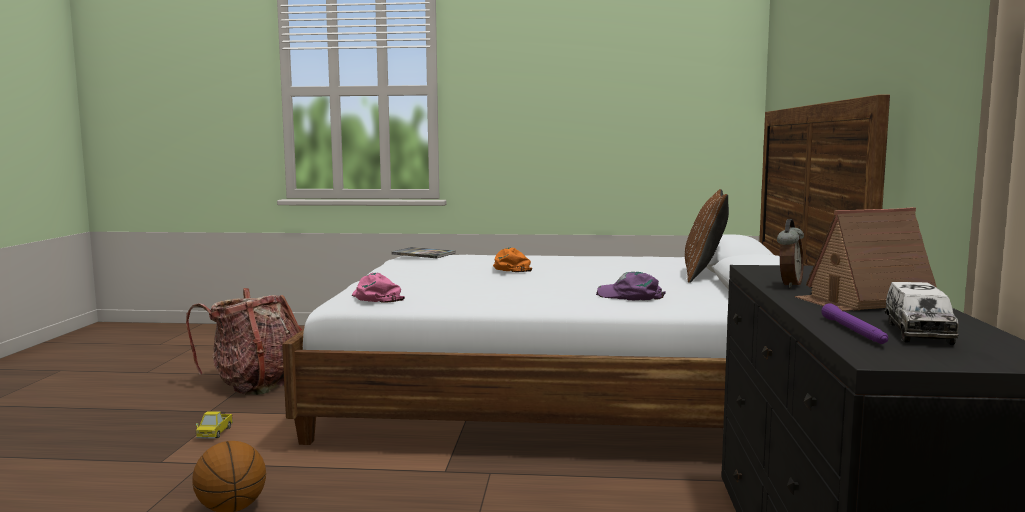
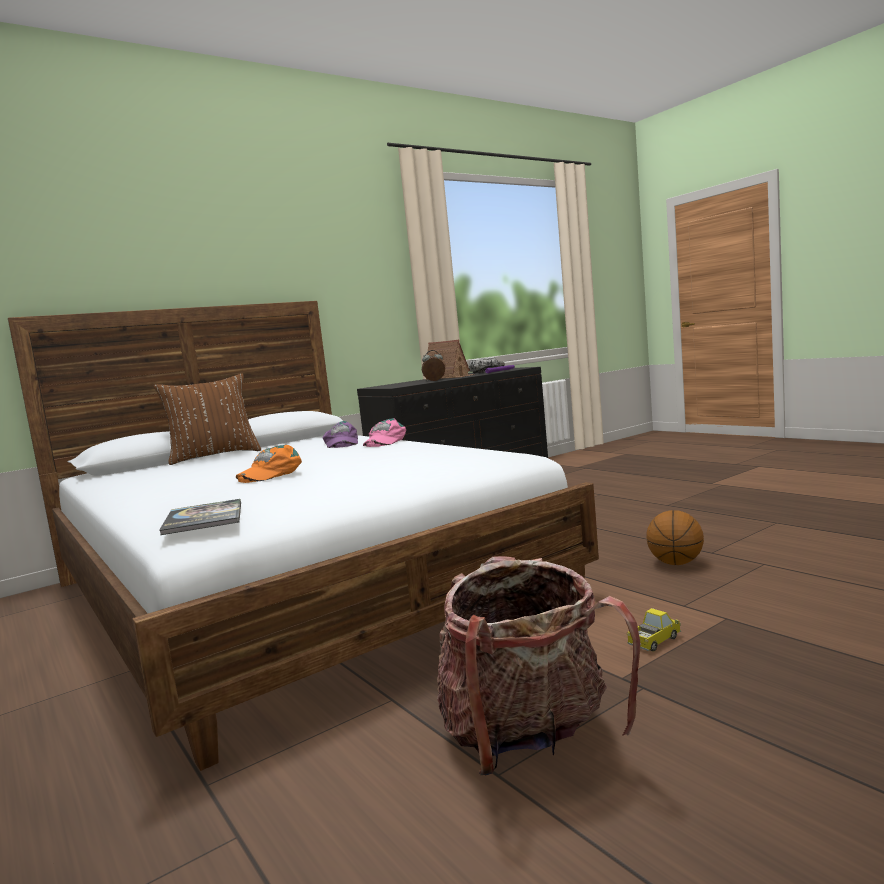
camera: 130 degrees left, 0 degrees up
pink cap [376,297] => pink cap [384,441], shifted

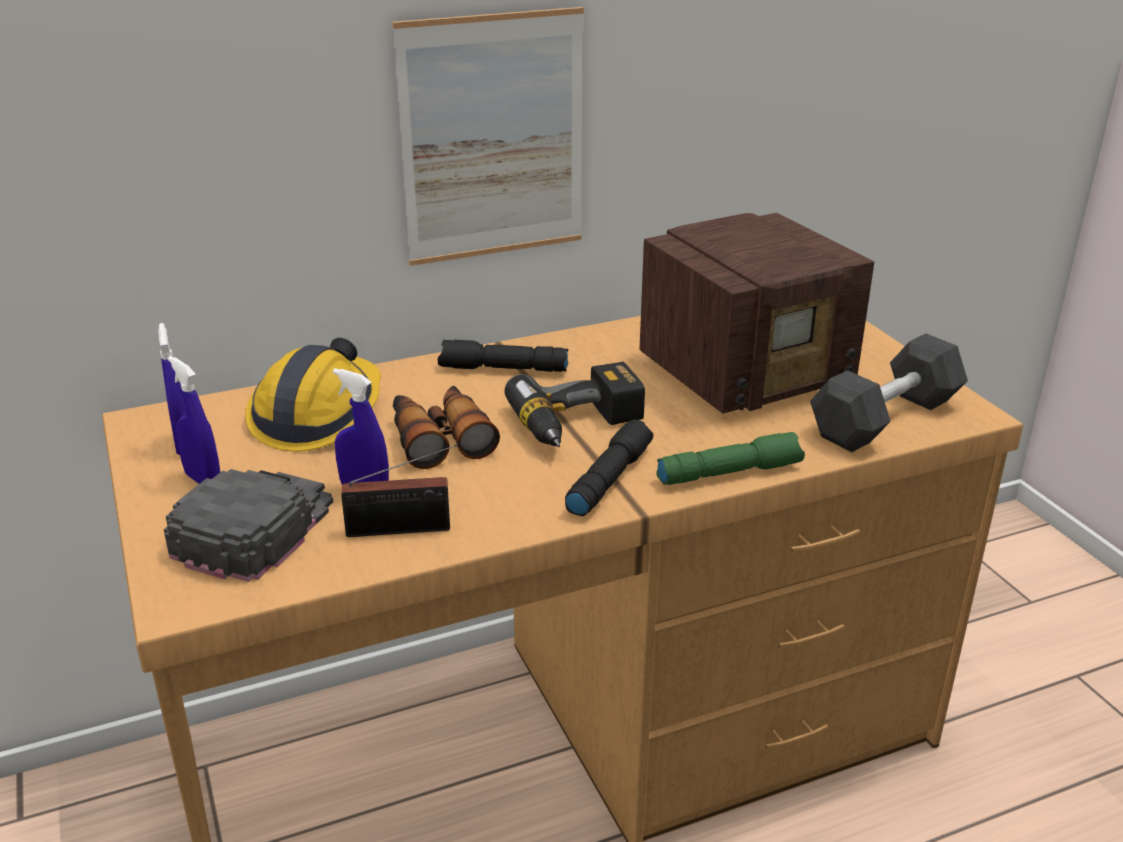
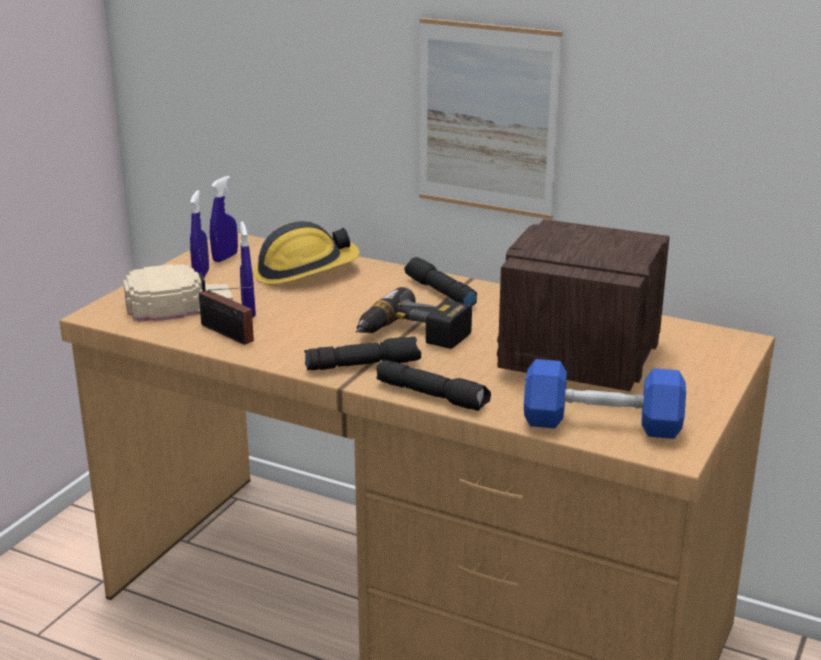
camera: 50 degrees right, 5 degrees down
radio [748,373] => radio [578,360], 90 degrees clockwise
grey dumbbell [885,418] => blue dumbbell [602,424]
binoculars [440,438] => nothing
green flashlight [729,472] => black flashlight [433,395]
black cap [254,528] => beige cap [178,303]

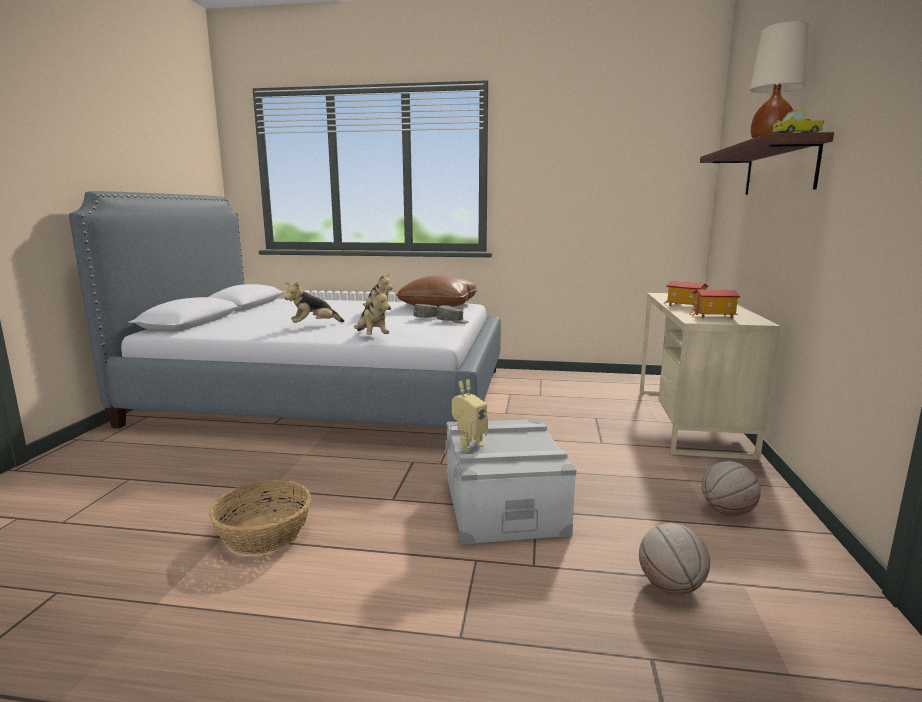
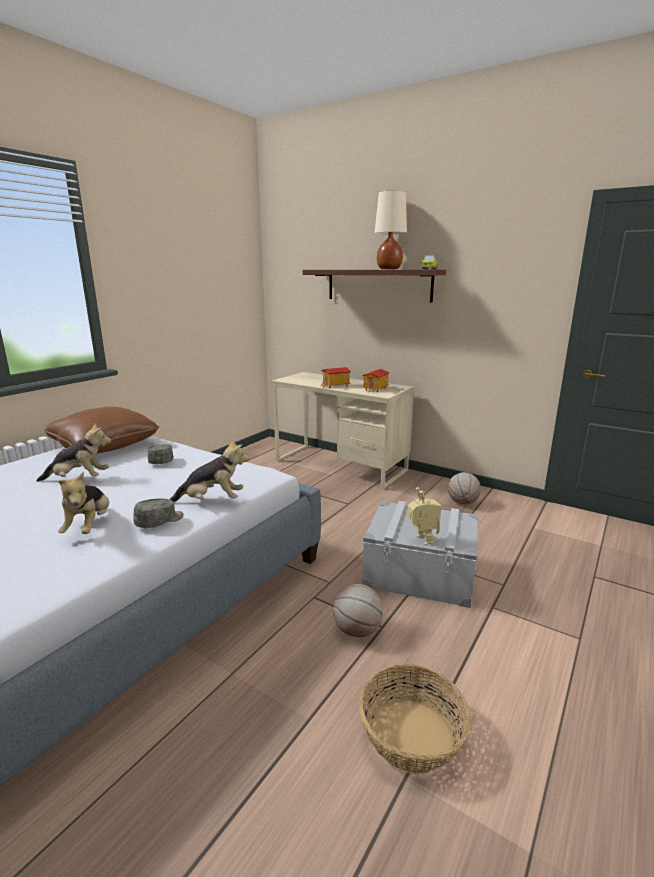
camera: 65 degrees left, 5 degrees up
grey cap [453,321] => grey cap [160,521], shifted
basketball [670,587] => basketball [357,630], shifted

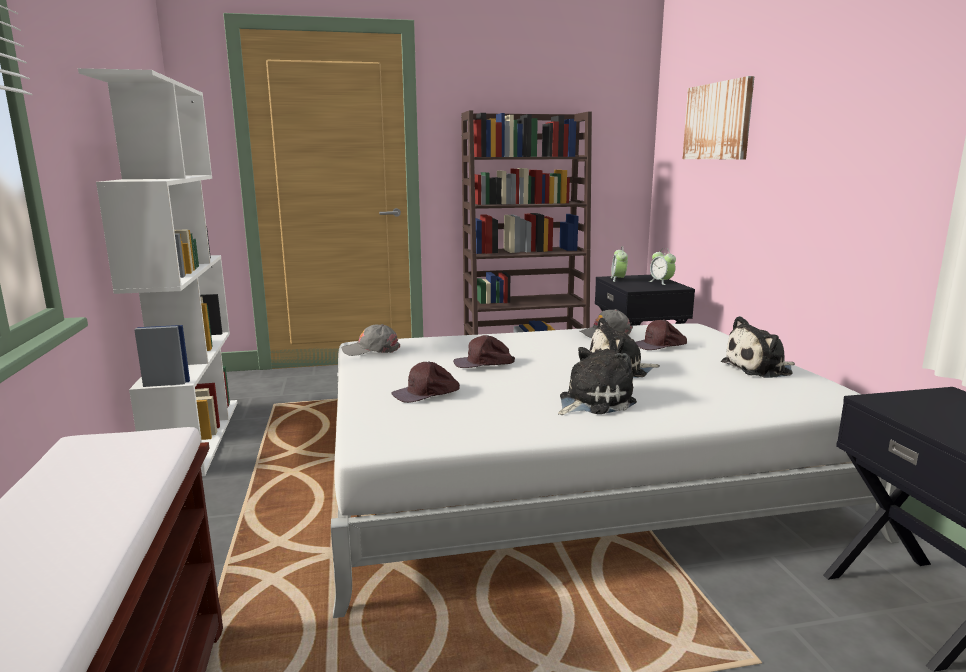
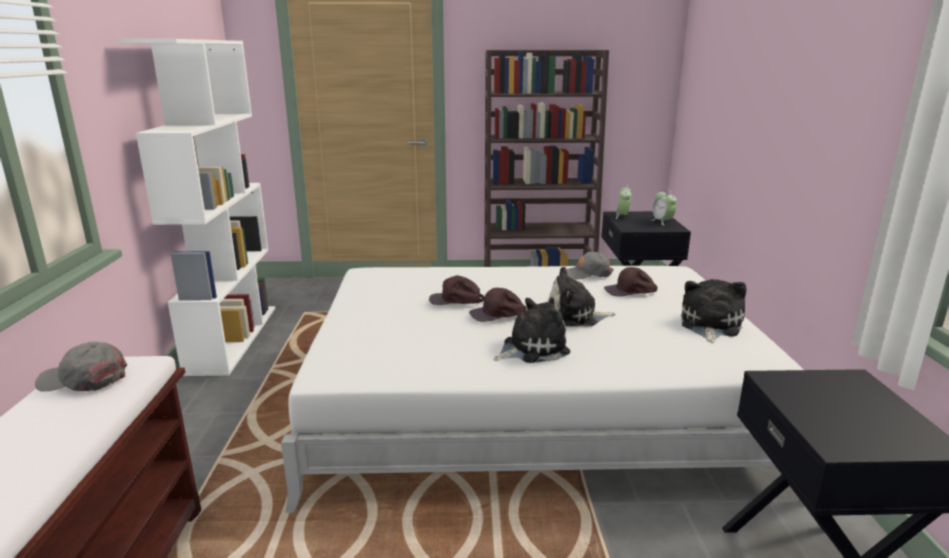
camera: 10 degrees right, 5 degrees up
picture [717,121] => nothing
plush toy [760,368] => plush toy [709,325], 120 degrees clockwise
grey cap [371,350] => grey cap [84,379], shifted
brown cap [426,393] => brown cap [498,313], shifted

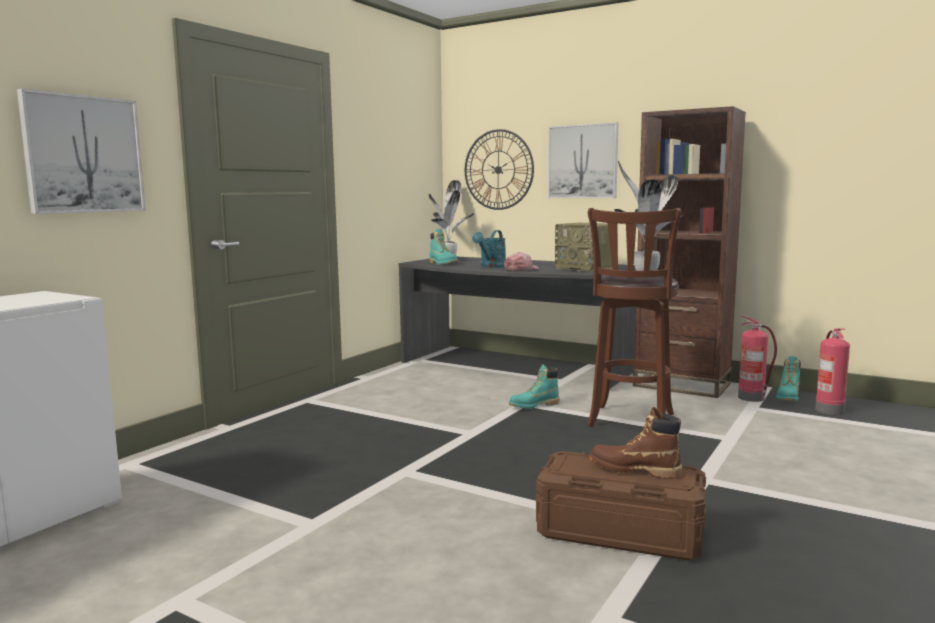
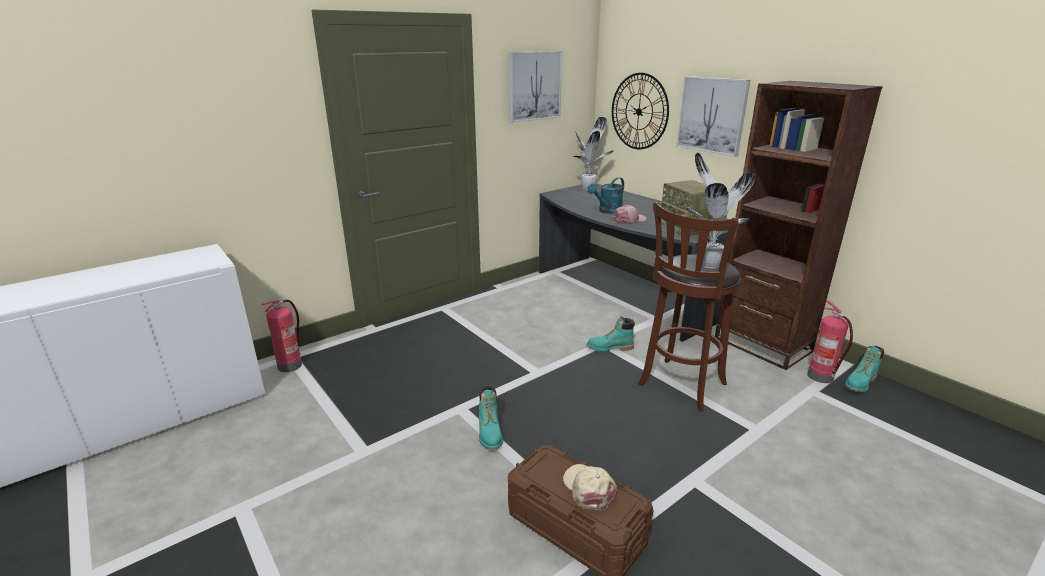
camera: 20 degrees right, 15 degrees up
picture [83,154] => picture [534,86], shifted
turquoise boot [443,264] => turquoise boot [490,433], shifted
fire extinguisher [828,410] => fire extinguisher [290,365], shifted
brown boot [634,470] => beige cap [588,489]

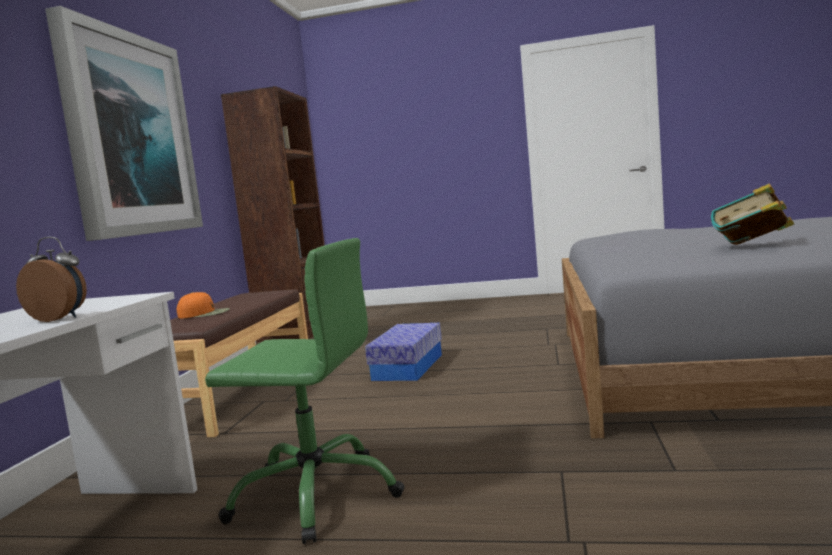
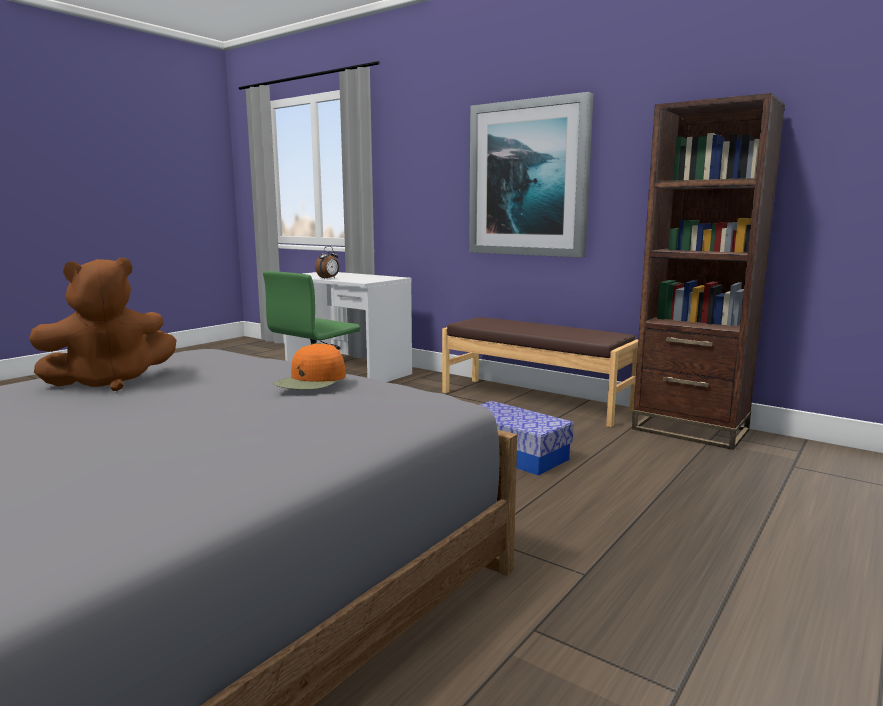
camera: 115 degrees right, 5 degrees up
book [753,247] => brown plush toy [110,382]
orange cap [204,314] => orange cap [311,381], shifted

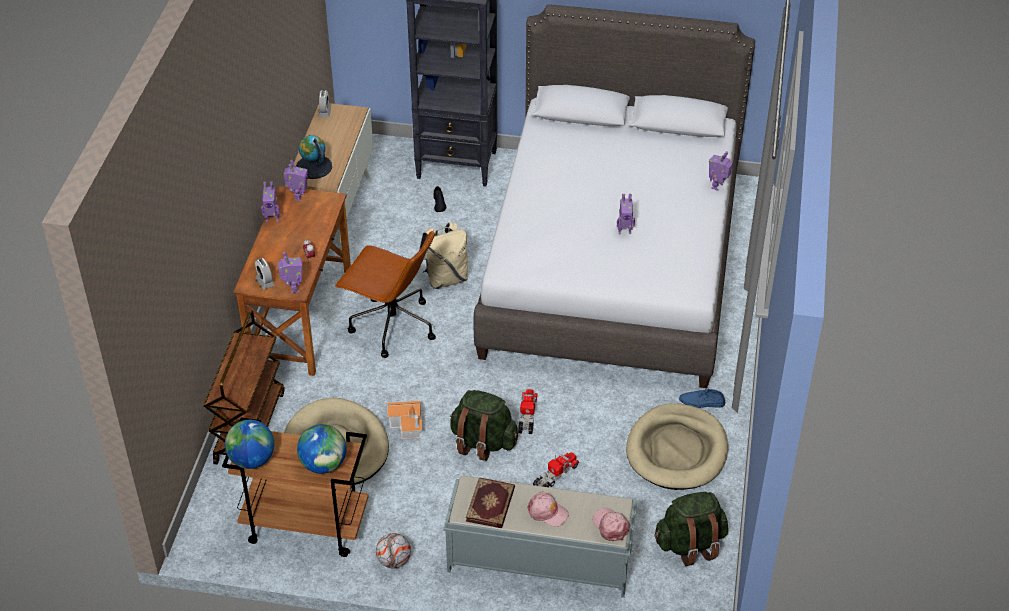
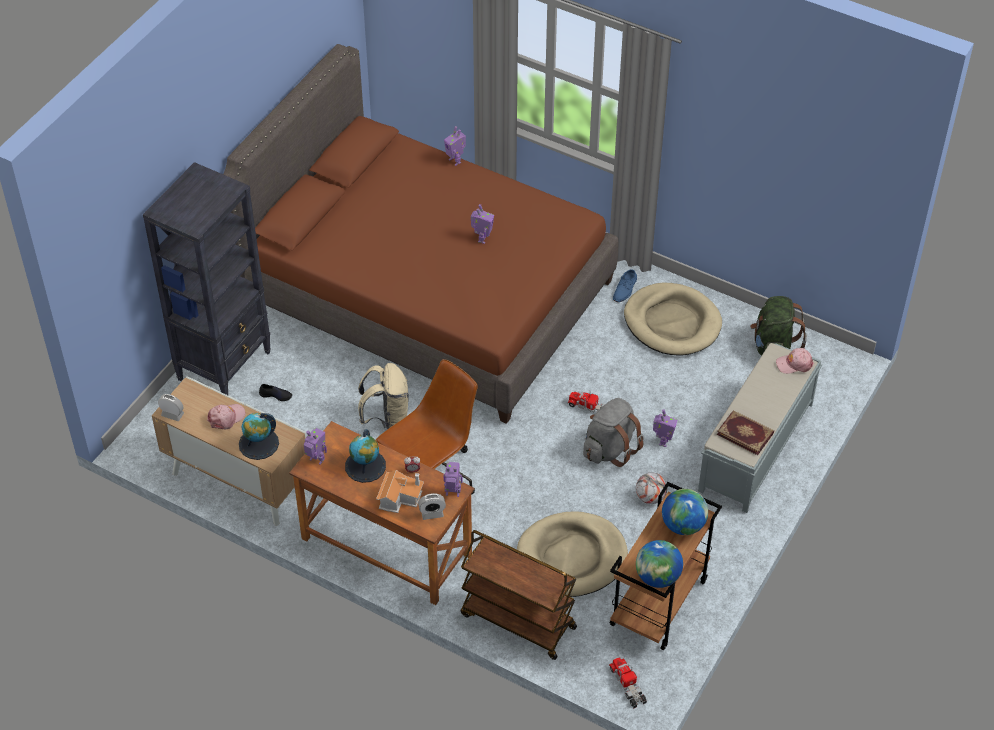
camera: 70 degrees left, 5 degrees up
grey bed [611,262] => brown bed [427,293]
toy robot [272,218] => toy robot [663,441], shifted
green backpack [482,442] => grey backpack [610,449]
toy house [408,425] => toy house [400,497], shifted
toy truck [555,475] => toy truck [627,685], shifted
pink cap [547,512] => pink cap [226,418], shifted
football [394,561] => football [650,497], shifted
nothing => globe [365,466]

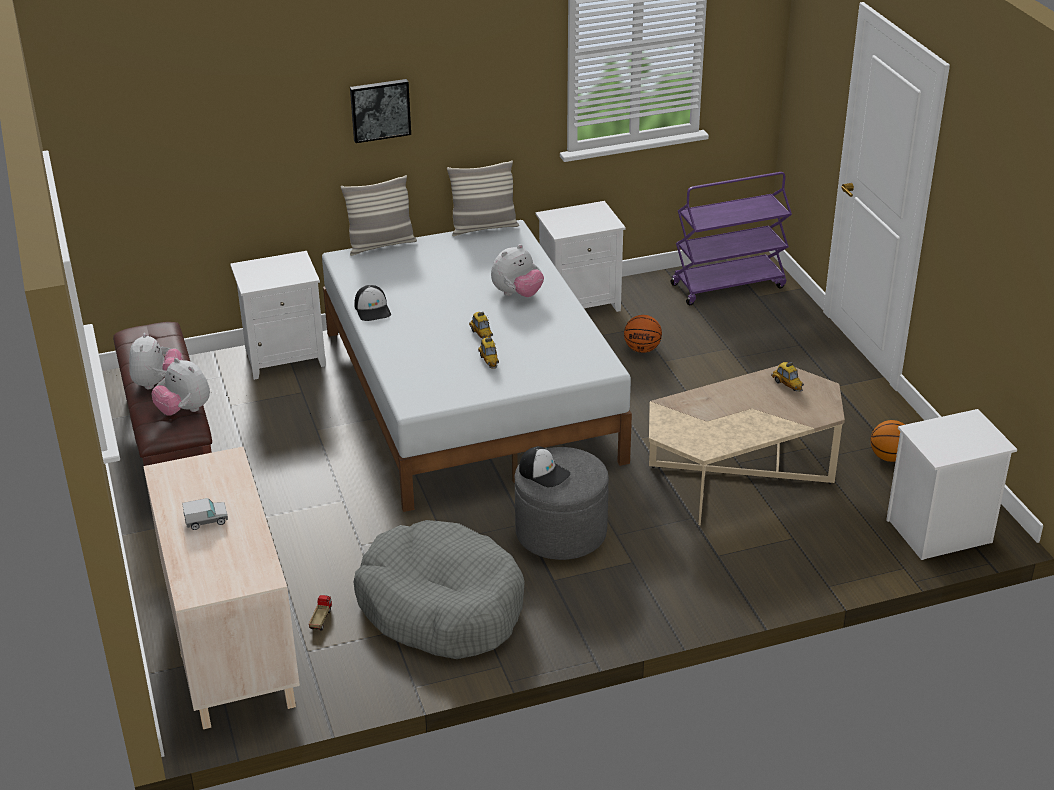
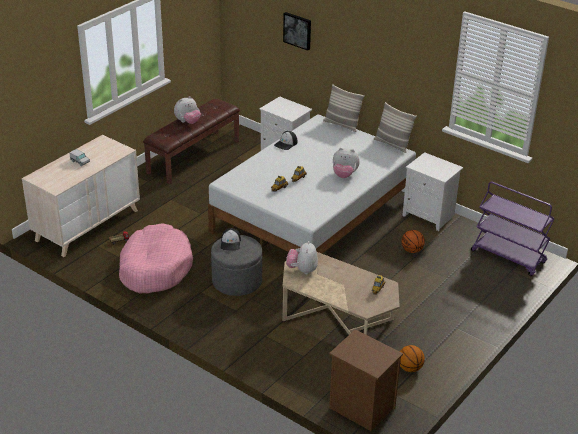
camera: 55 degrees right, 0 degrees up
picture [380,109] => picture [298,30], shifted
plush toy [184,410] => plush toy [302,270], shifted
white nightstand [939,532] => brown nightstand [360,407]
grey dog bed [441,606] => pink dog bed [155,268]

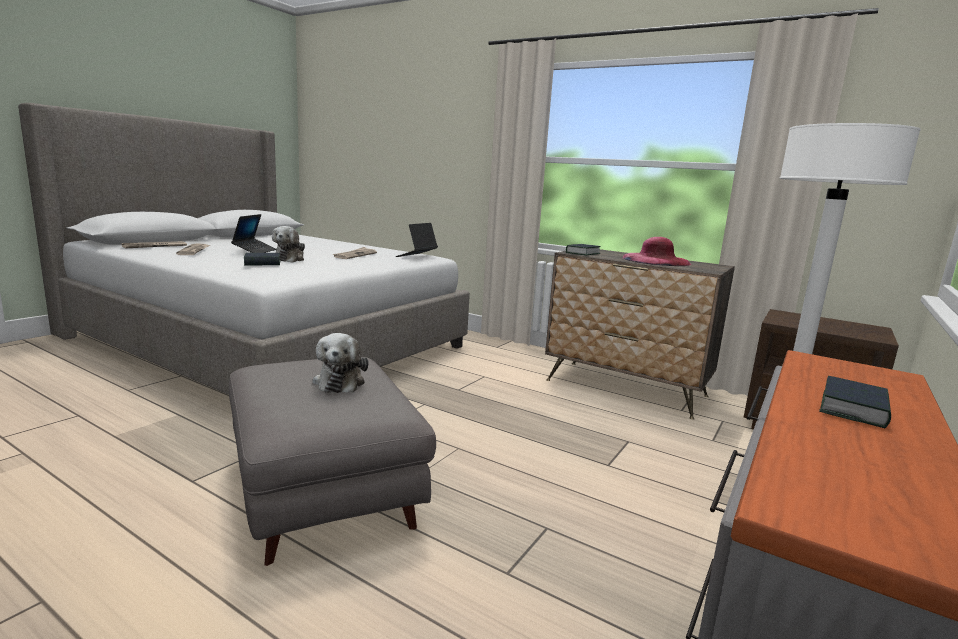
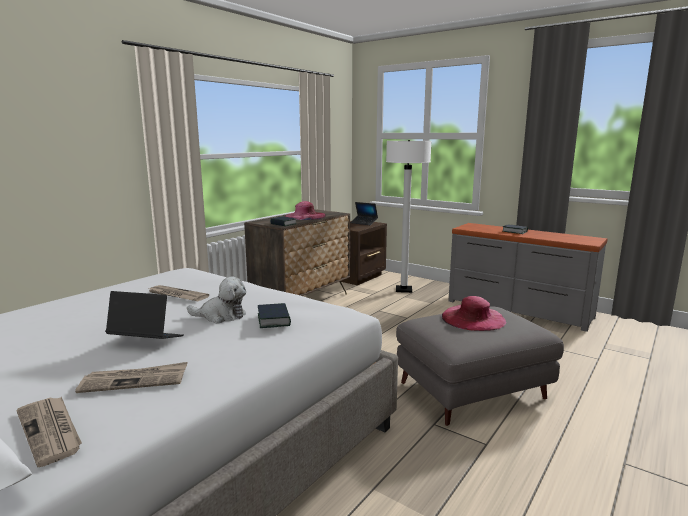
camera: 85 degrees left, 0 degrees up
laptop [417,256] => laptop [364,223], shifted
plush toy [340,381] => pink hat [473,318]

